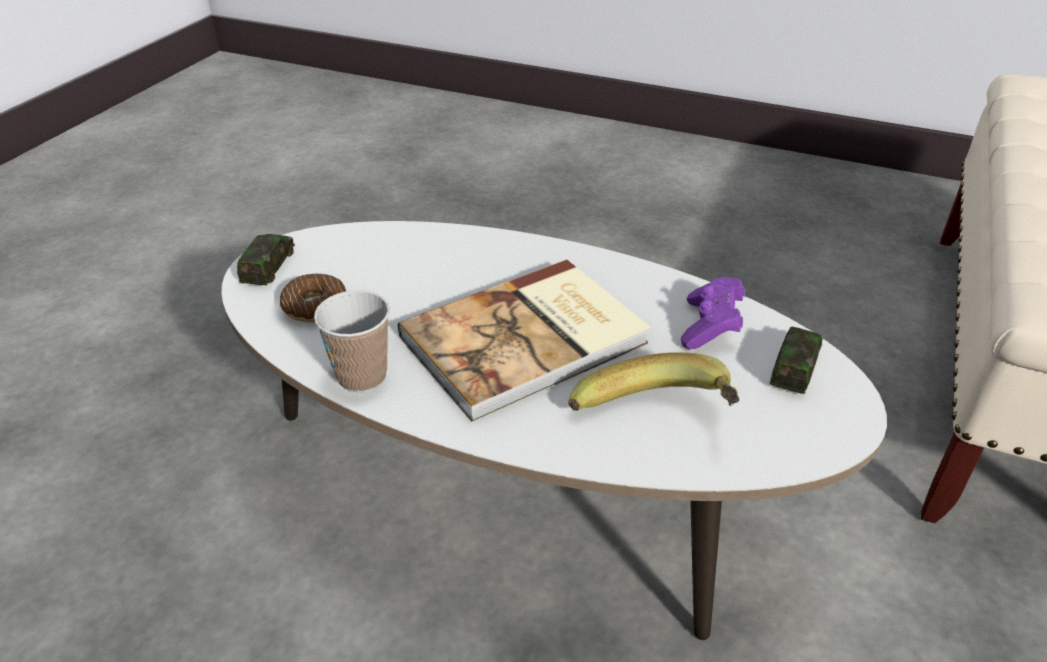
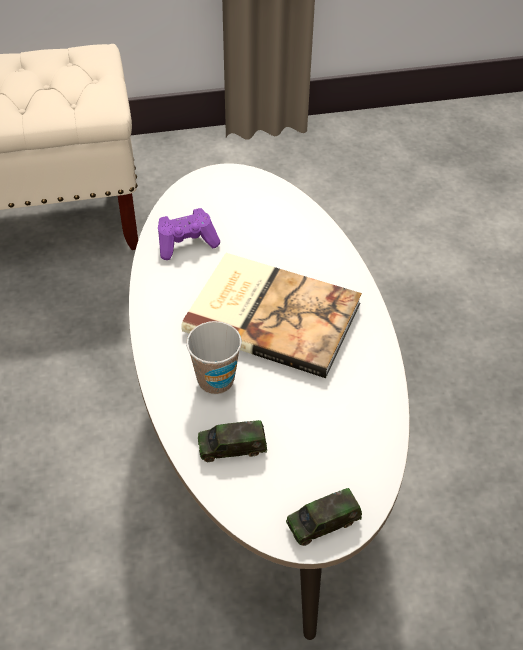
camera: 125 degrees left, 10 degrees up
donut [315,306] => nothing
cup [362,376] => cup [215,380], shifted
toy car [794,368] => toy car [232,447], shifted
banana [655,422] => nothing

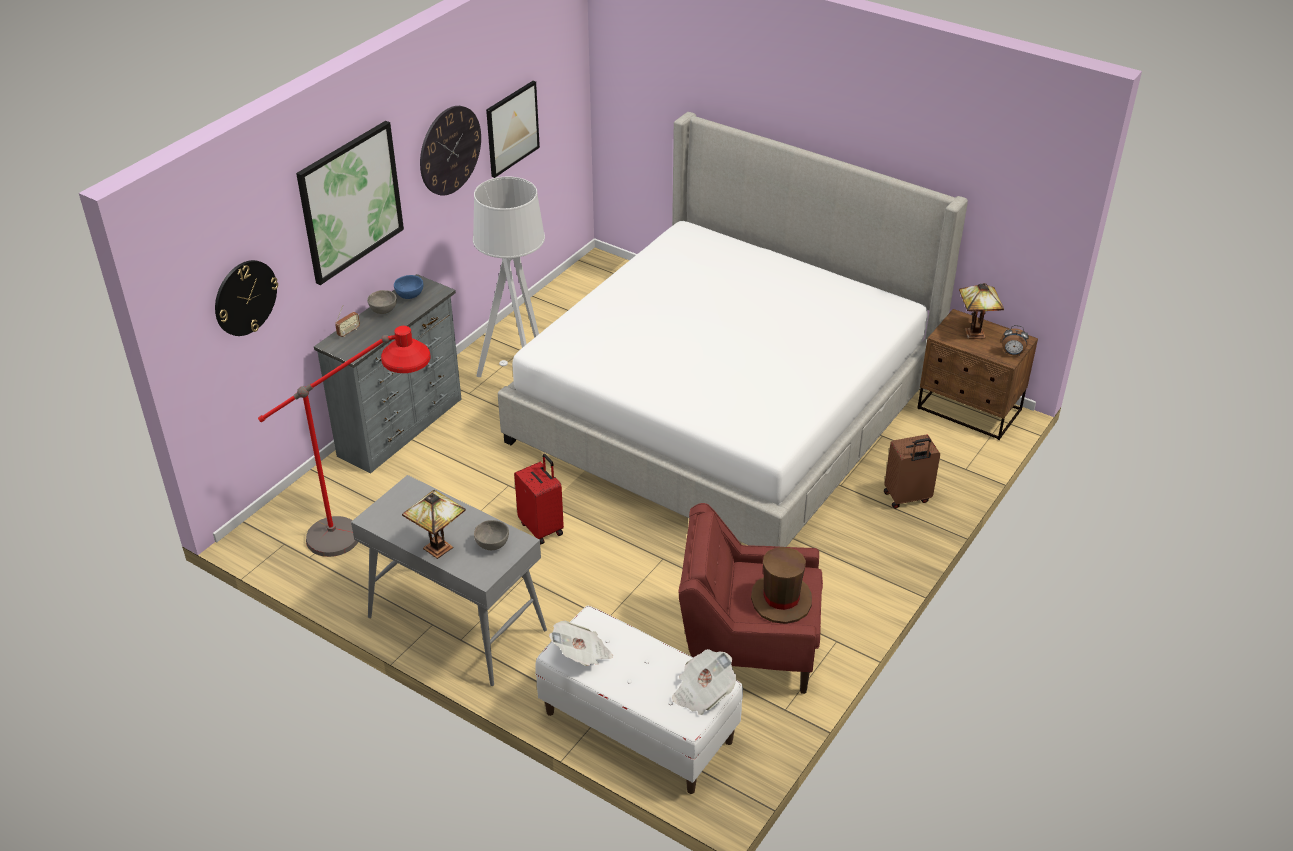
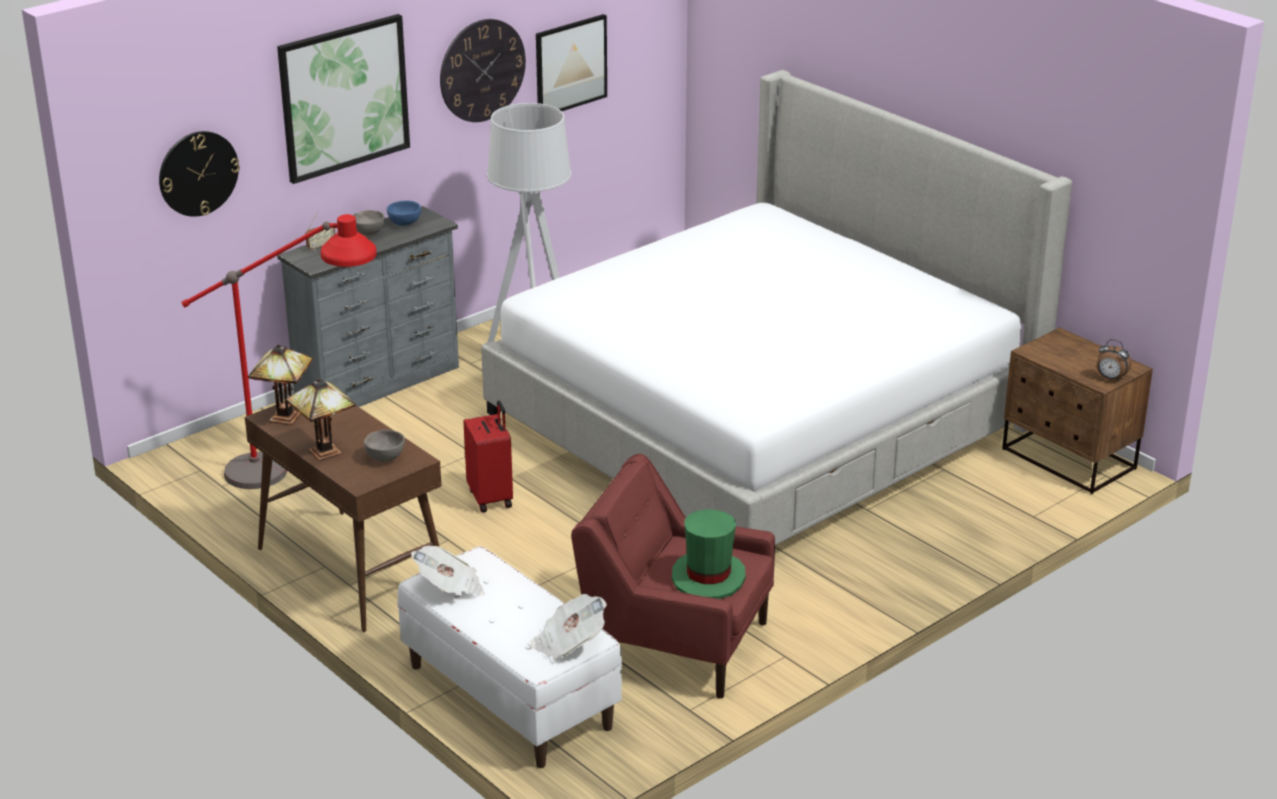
camera: 15 degrees right, 10 degrees down
table lamp [973,332] => table lamp [284,416], shifted
brown suitcase [907,498] => nothing
grey console table [455,624] => brown console table [351,570]
brown hat [781,600] => green hat [708,577]

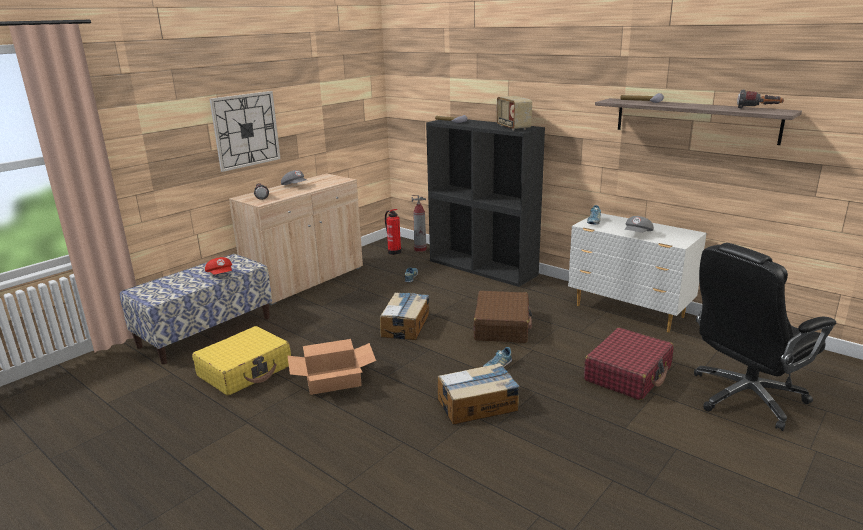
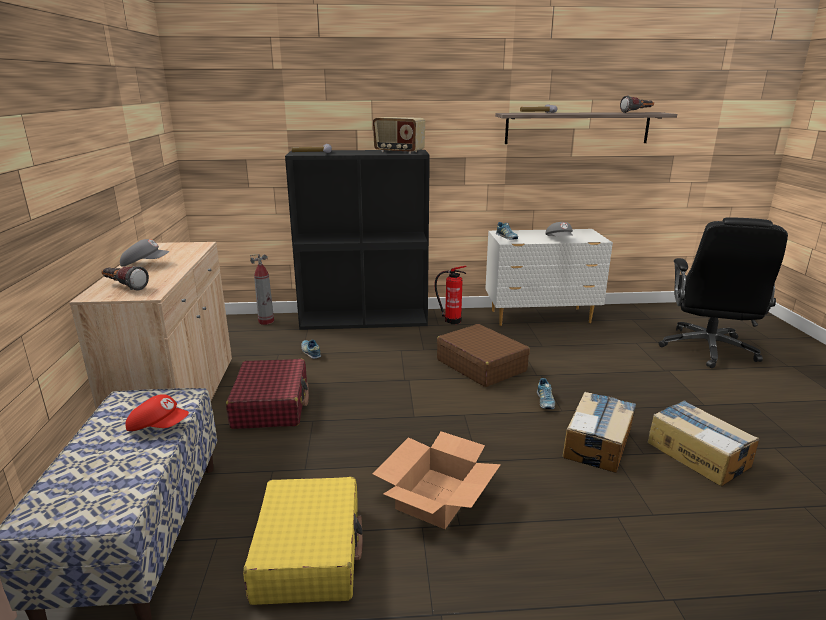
camera: 45 degrees left, 0 degrees up
wall clock [246,130] => nothing
fire extinguisher [394,252] => fire extinguisher [451,320], shifted
cardboard box [406,325] => cardboard box [697,454], shifted
red suitcase [628,374] => red suitcase [271,405], shifted

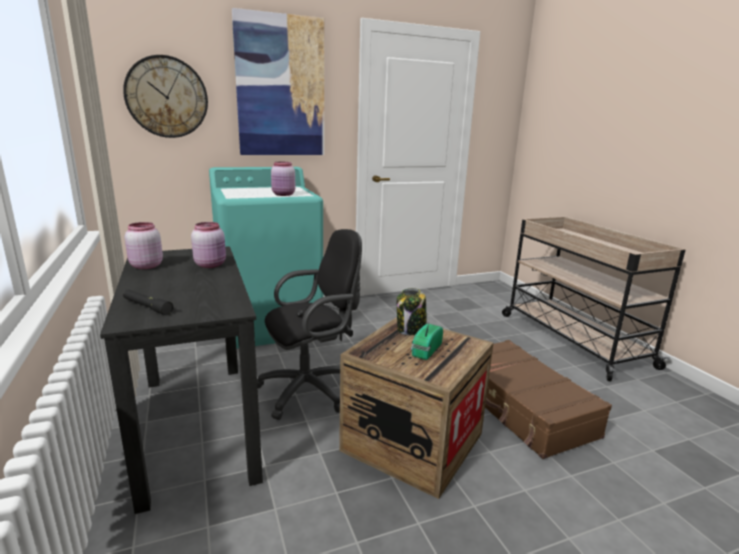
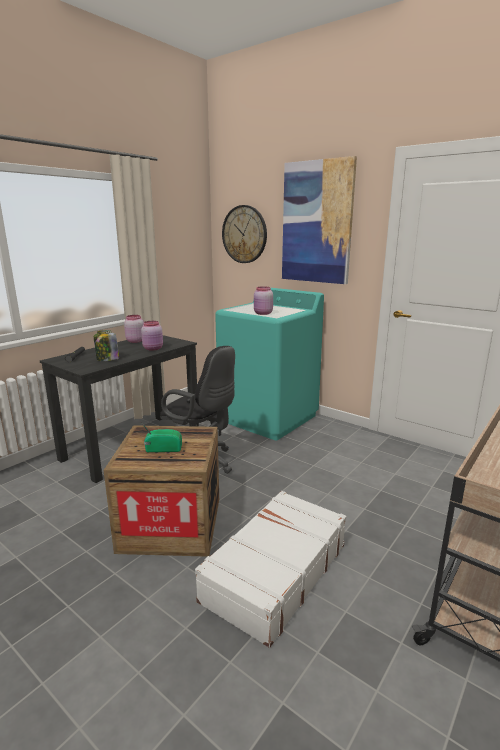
camera: 60 degrees right, 0 degrees up
jar [411,330] => jar [107,359], shifted
brown suitcase [520,407] => white suitcase [274,572]

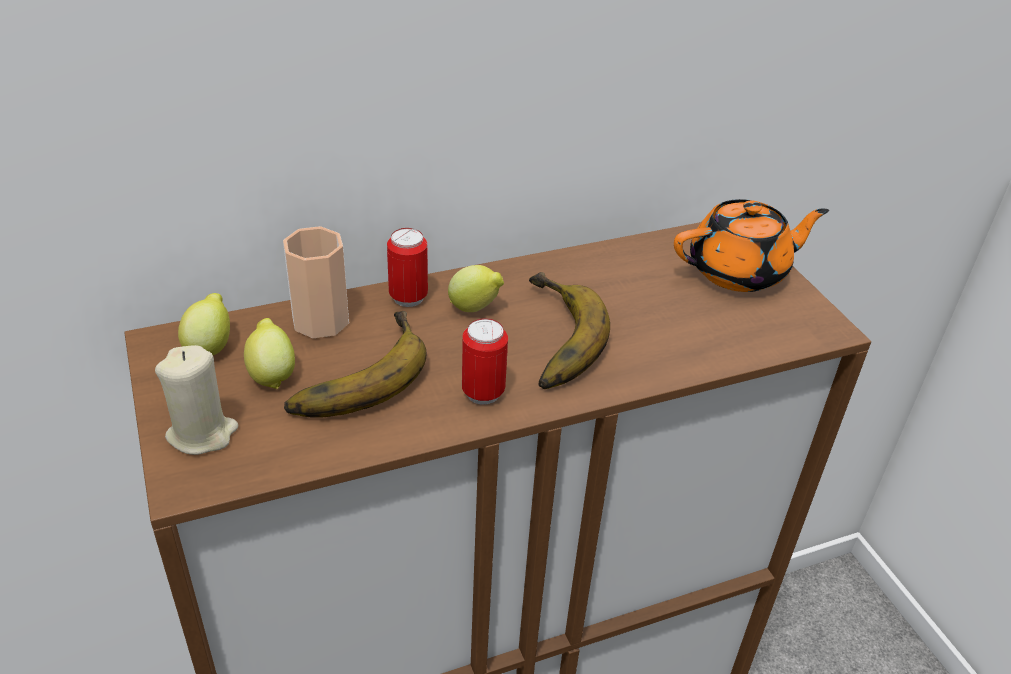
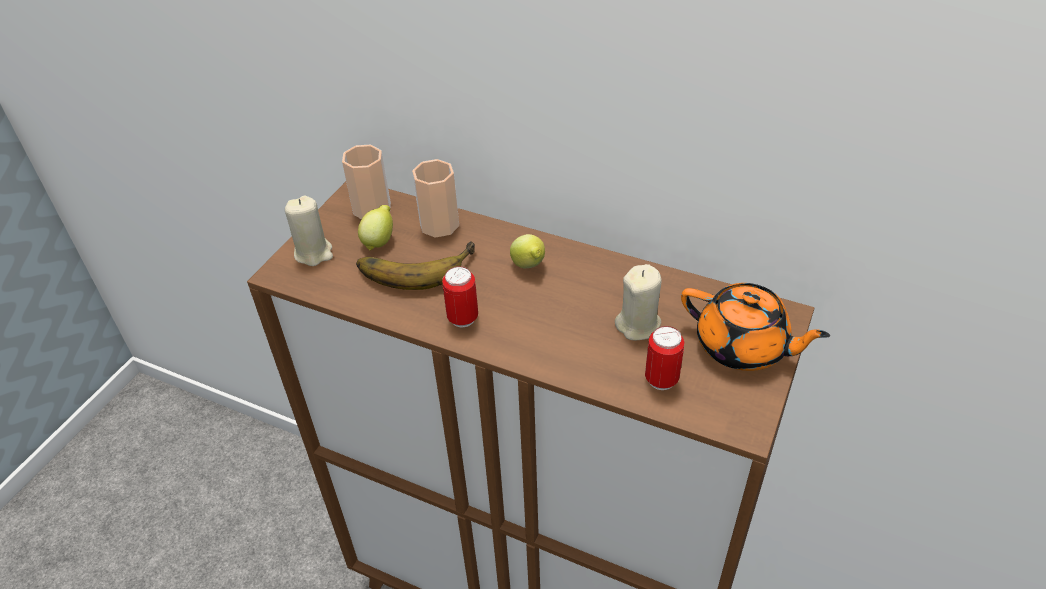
camera: 50 degrees right, 5 degrees up
can [408,297] => can [661,379], shifted
banana [548,339] => nothing
lemon [210,347] => cup [372,209]
nothing => beige candle [638,325]

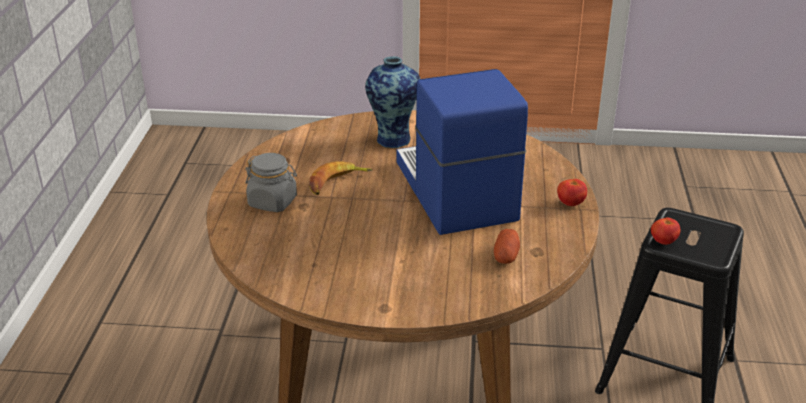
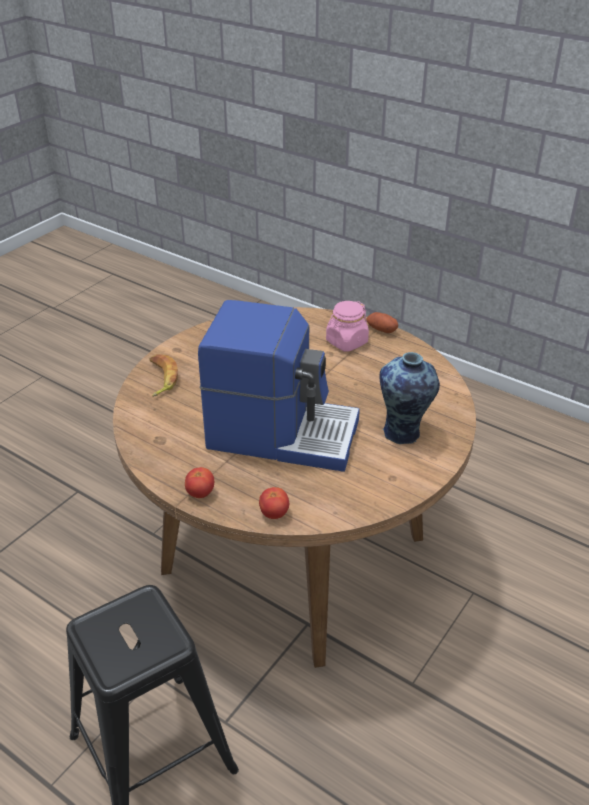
camera: 120 degrees right, 5 degrees up
grey jar [273,202] => pink jar [346,342]
banana [337,182] => banana [160,378], shifted
tomato [663,242] => tomato [274,513], shifted
potato [506,256] => potato [381,329], shifted

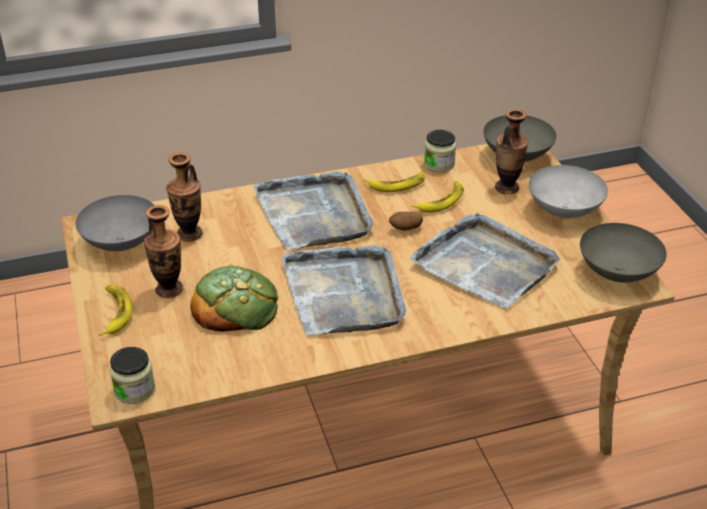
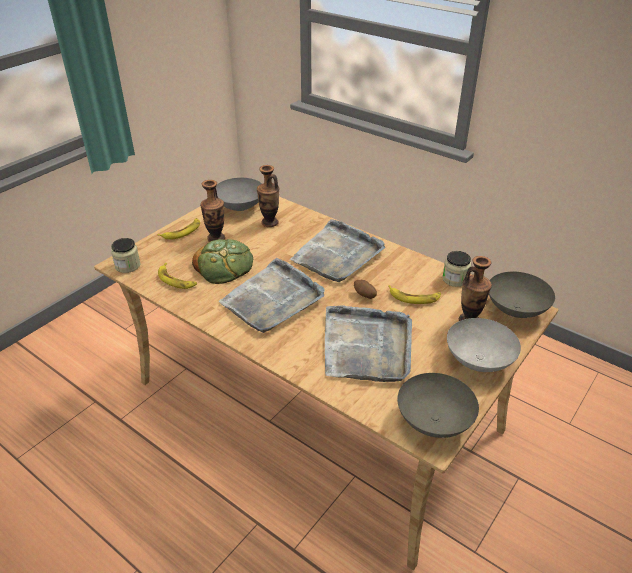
camera: 55 degrees right, 0 degrees up
banana [397,184] => banana [176,280], shifted

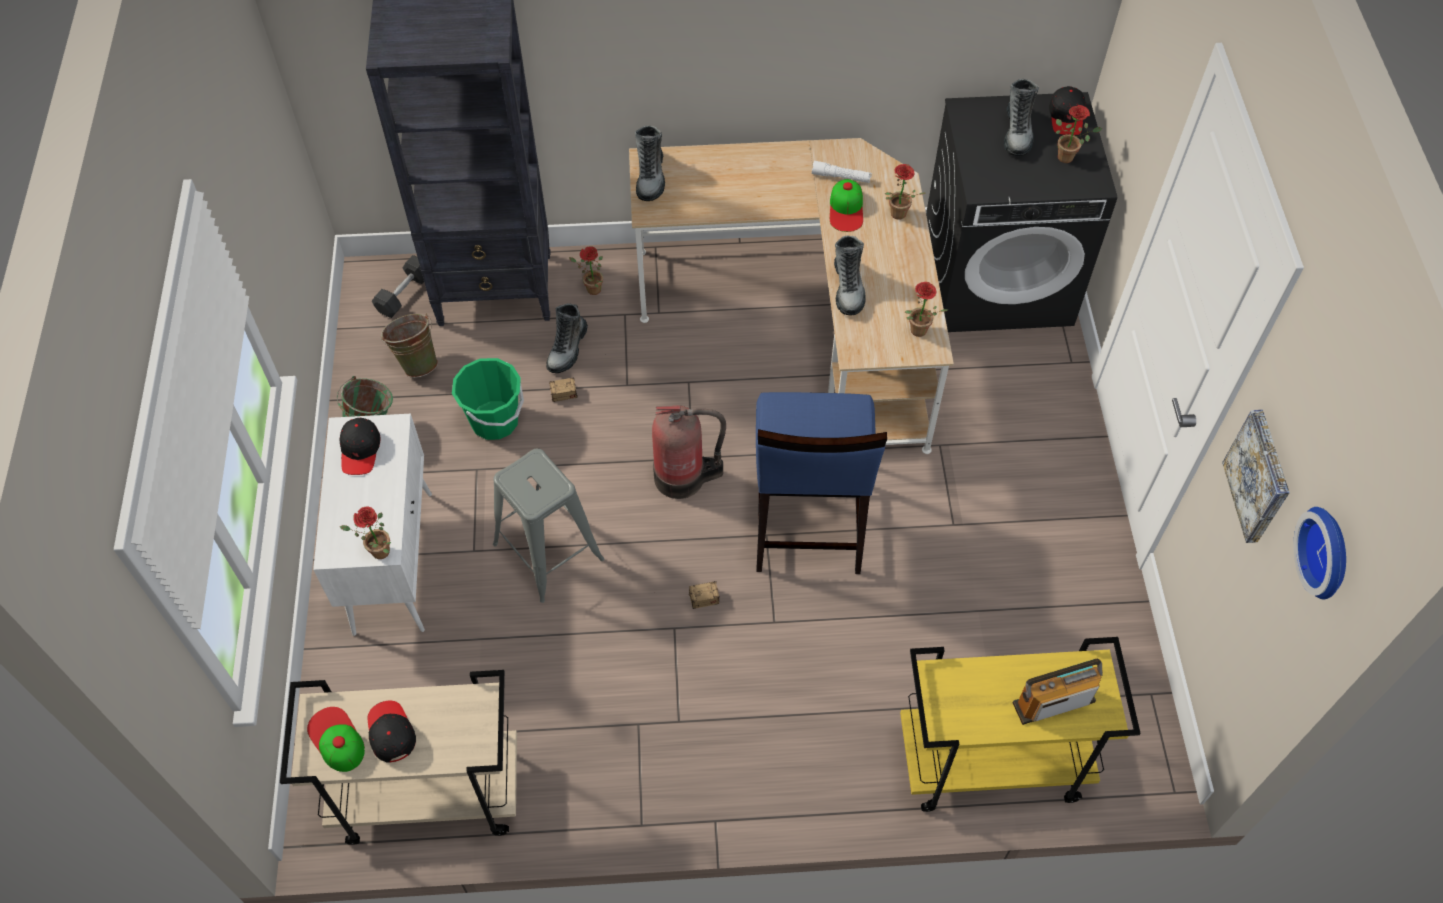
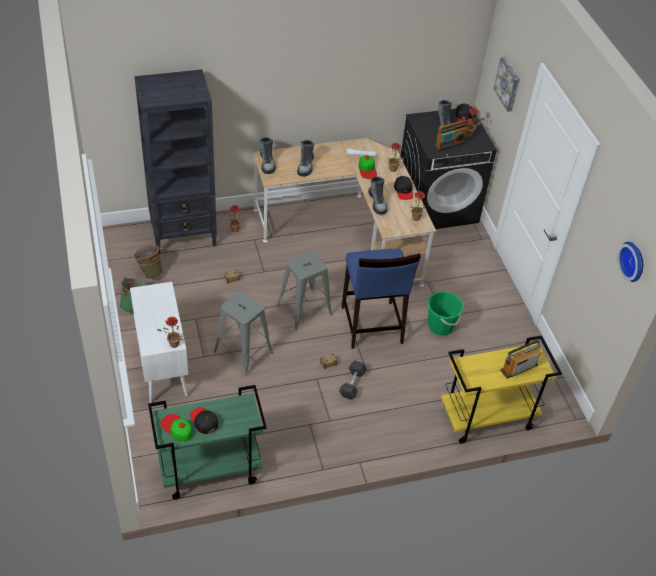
camera: 15 degrees left, 10 degrees down
grey dumbbell [404,294] => grey dumbbell [352,384], shifted
boot [567,349] => boot [305,166], shifted
green bucket [494,421] => green bucket [440,326], shifted
fire extinguisher [683,477] => grey stool [304,310]
picture [1260,476] => picture [508,83], shifted
black cap [360,450] => black cap [403,191], shifted
beige cart [427,795] => green cart [209,471]
nothing => radio [449,144]

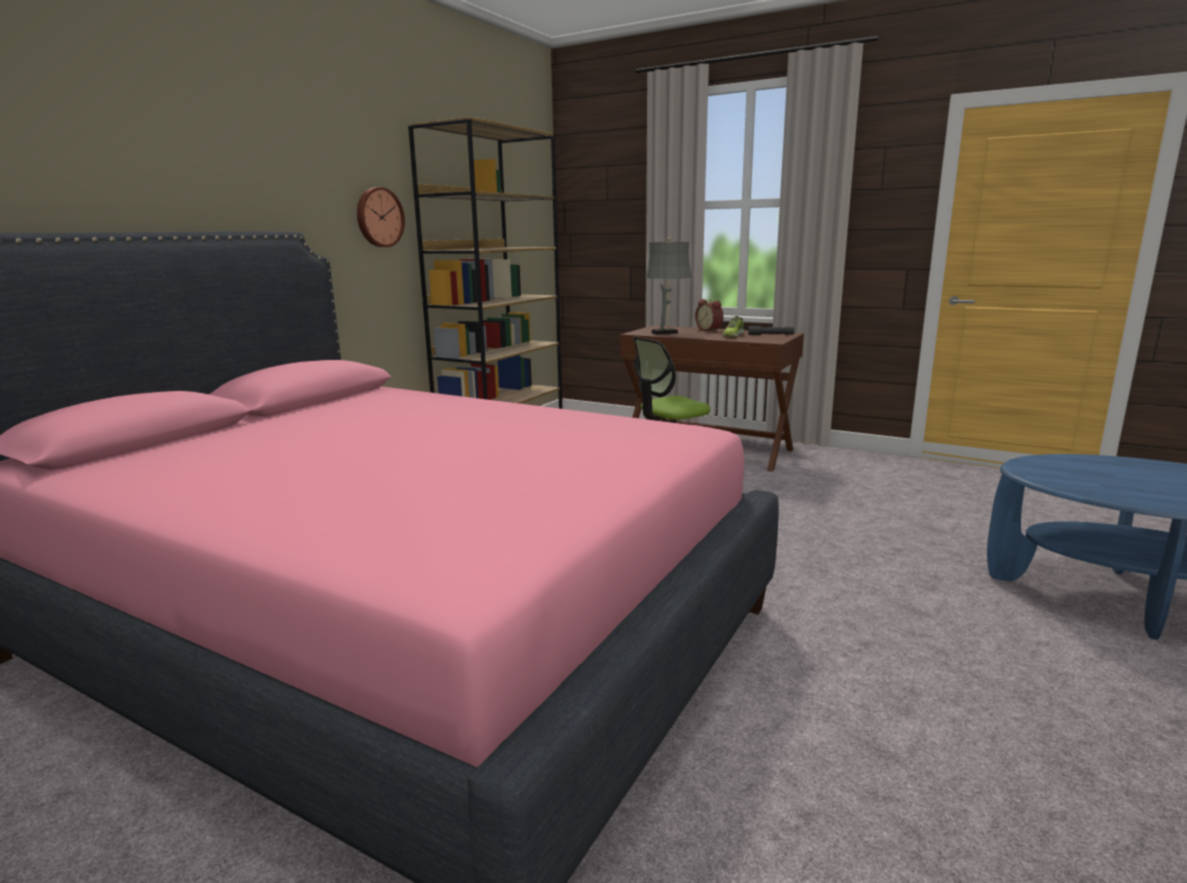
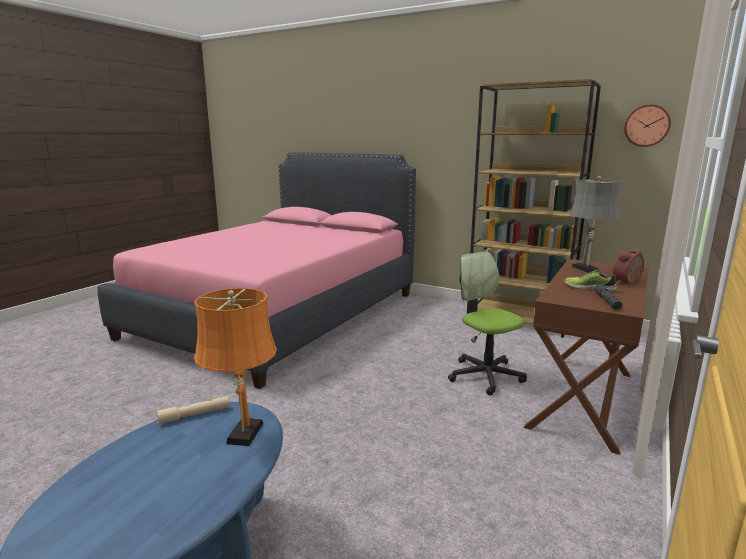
camera: 90 degrees right, 0 degrees up
wall clock [378,217] => wall clock [647,125], shifted
nothing => orange table lamp [243,436]
nothing => beige flashlight [194,415]

